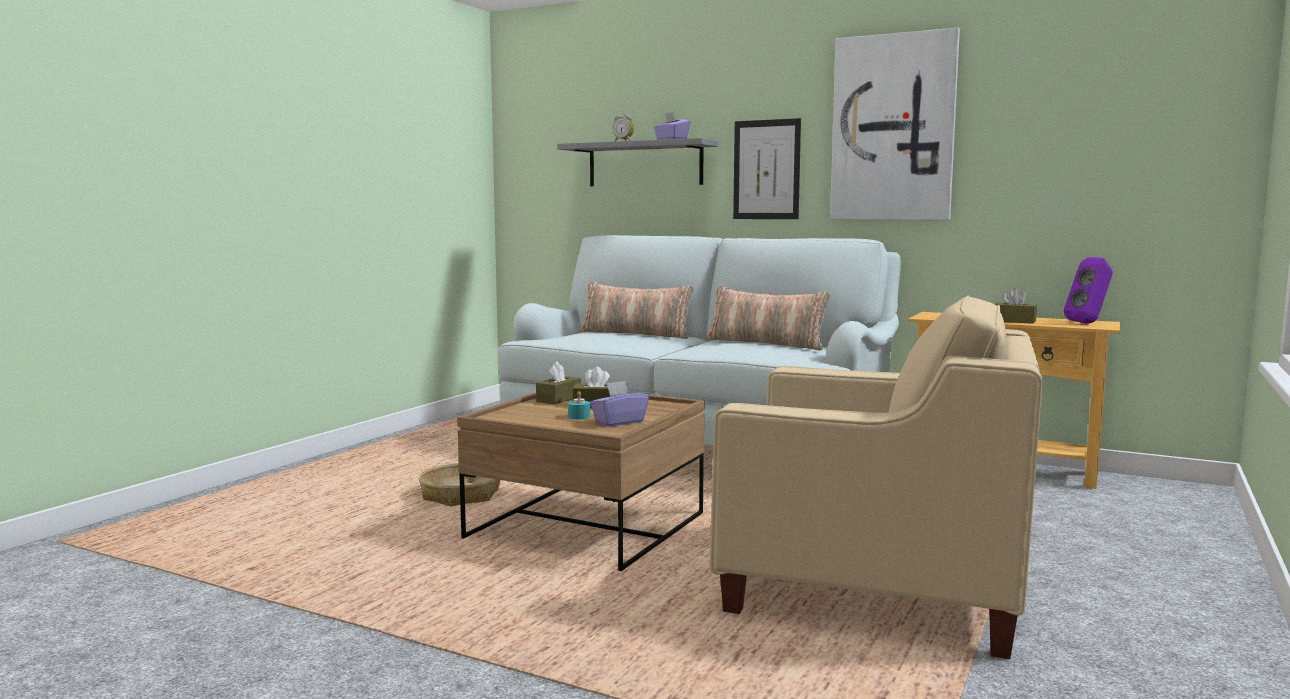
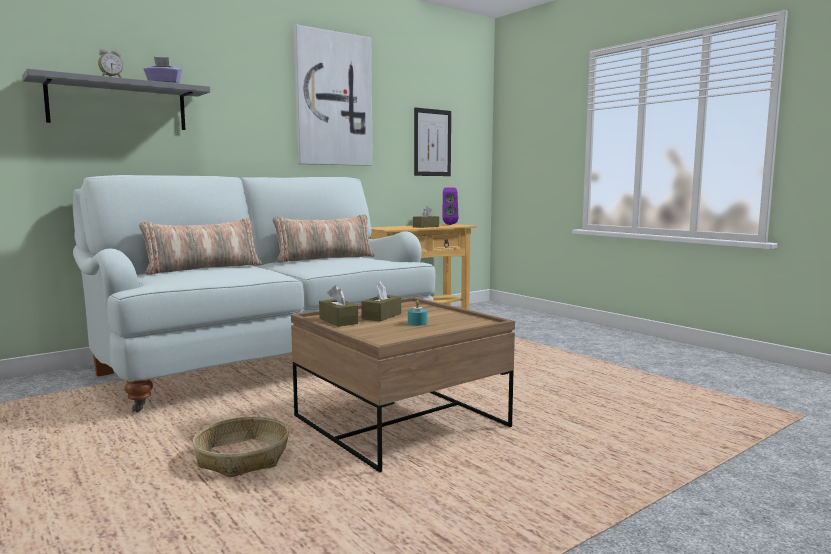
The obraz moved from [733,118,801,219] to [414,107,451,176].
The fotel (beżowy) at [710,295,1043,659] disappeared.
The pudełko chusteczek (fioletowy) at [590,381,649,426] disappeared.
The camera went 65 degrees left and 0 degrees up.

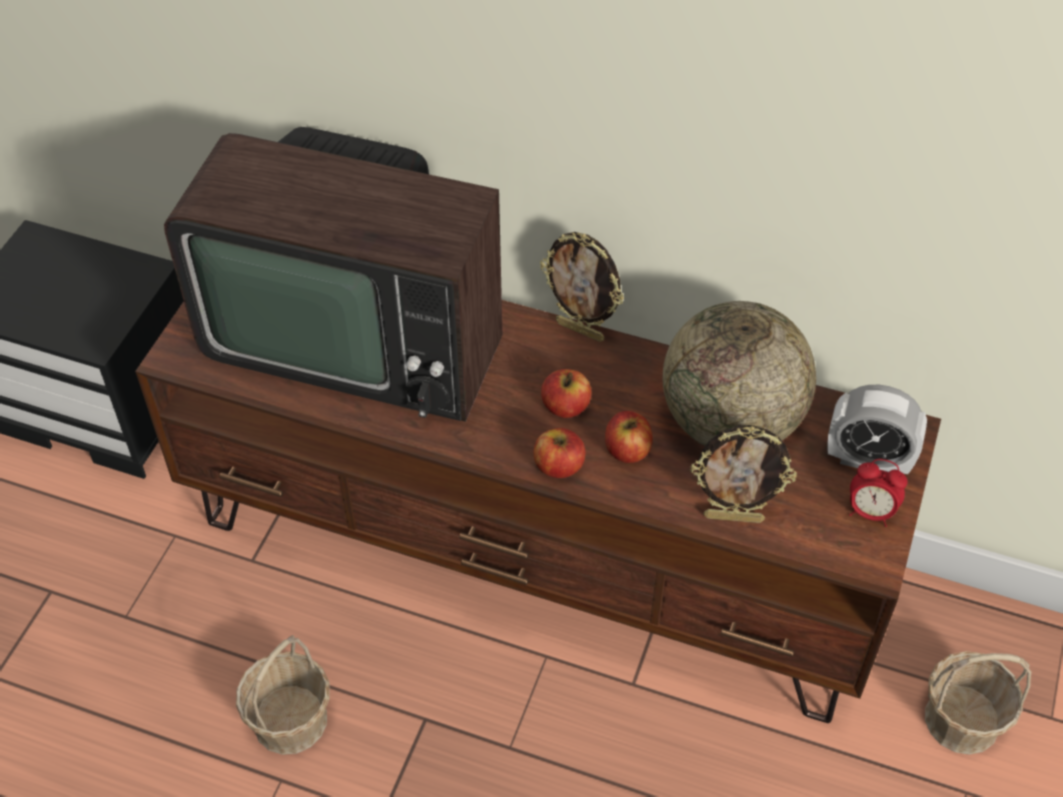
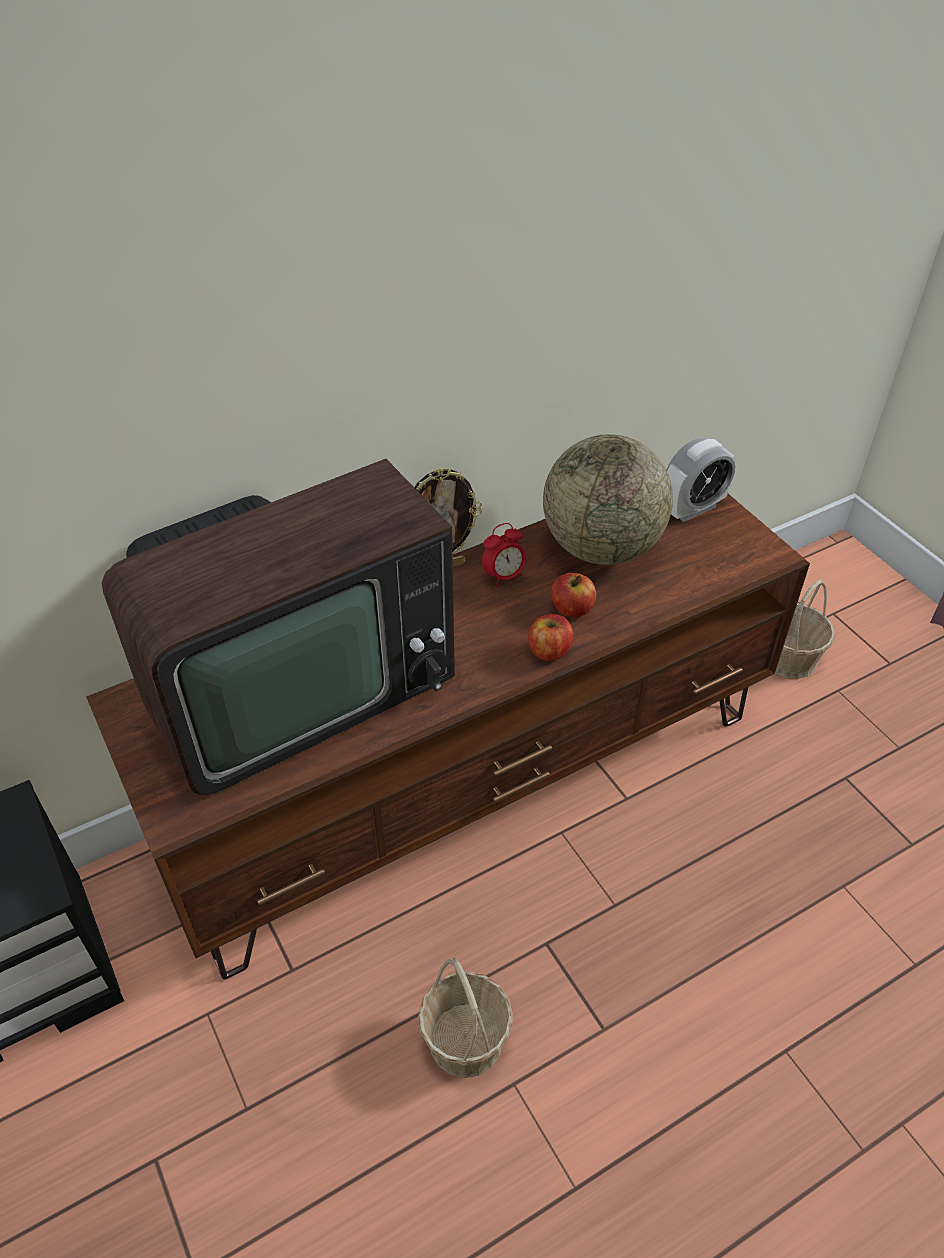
The jabłko at [541,369,592,418] disappeared.
The ramka na zdjęcie at [690,425,797,523] disappeared.
The budzik moved from [849,459,908,527] to [482,523,526,587].
The camera went 50 degrees left and 5 degrees down.

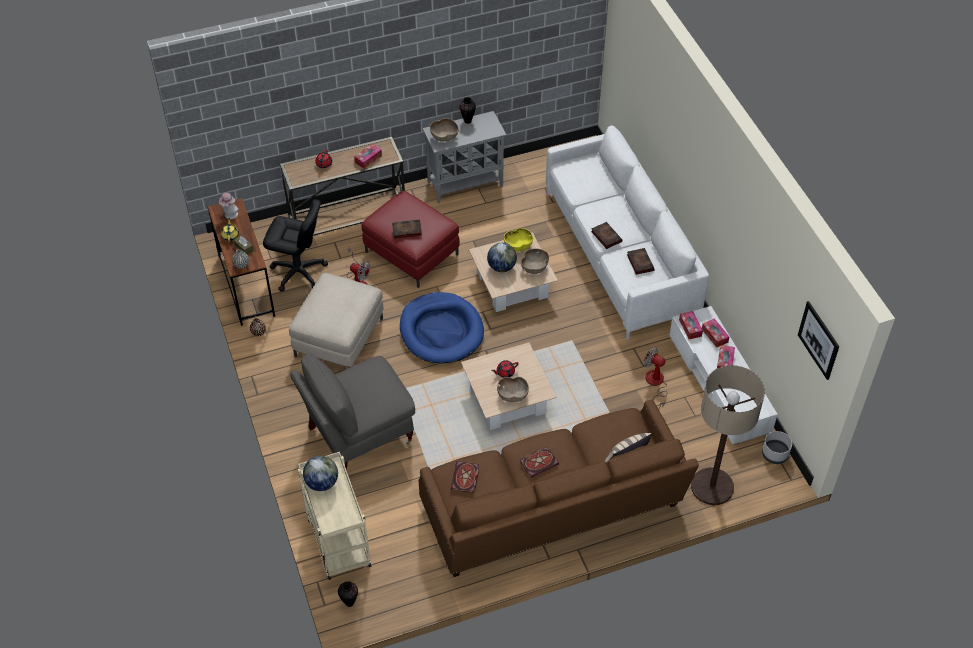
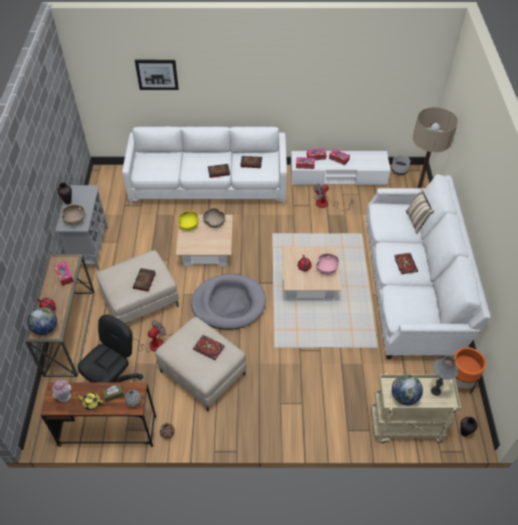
The pufa (czerwony) at [362,191,460,288] became the pufa (beżowy) at [96,250,179,324].
The globus moved from [487,243,517,272] to [27,307,57,335].
The legowisko (niebieski) at [400,292,484,363] became the legowisko (szary) at [191,274,266,330].
The obraz moved from [798,301,839,380] to [135,60,179,90].
The fotel (szary) at [290,353,415,469] disappeared.
The miska (brązowy) at [497,377,529,402] became the miska (różowy) at [316,253,339,275].
The kanapa (brązowy) at [418,400,699,577] became the kanapa (biały) at [366,174,491,359].
The książka moved from [451,461,479,493] to [193,335,225,360].
The donica (pomarańczowy) at [450,347,486,394] appeared.
The lampa stołowa (szary) at [431,355,458,396] appeared.
The camera went 70 degrees left and 0 degrees up.

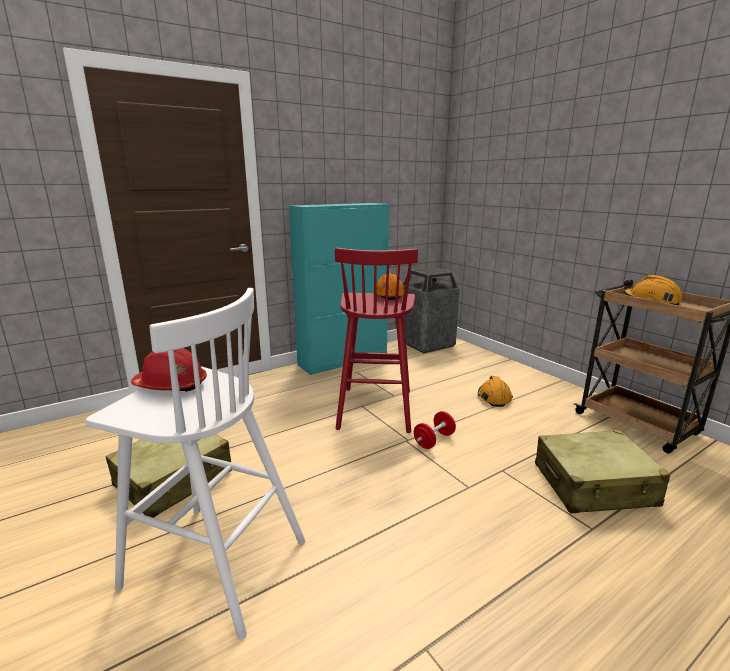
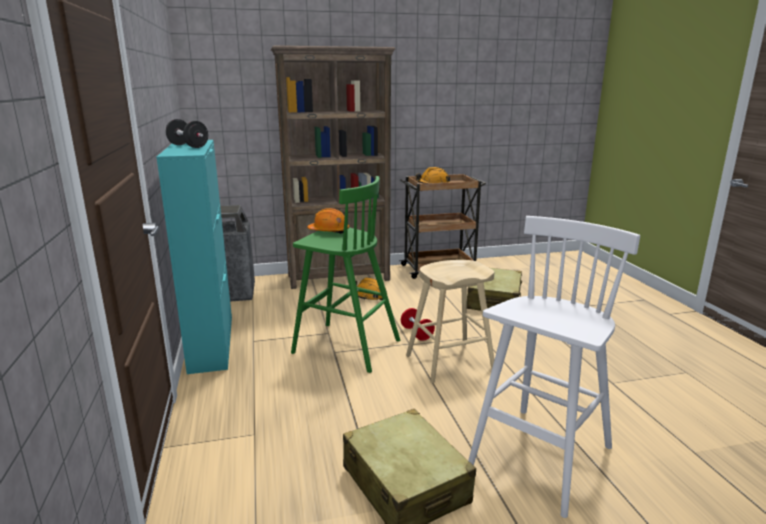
The stołek (czerwony) at [335,248,418,433] became the stołek (zielony) at [291,176,400,373].
The kask (czerwony) at [131,348,207,392] disappeared.
The regał (brązowy) at [271,45,395,289] appeared.
The hantel (czarny) at [165,119,208,148] appeared.
The stołek (beżowy) at [406,260,494,383] appeared.
The camera went 70 degrees left and 0 degrees up.

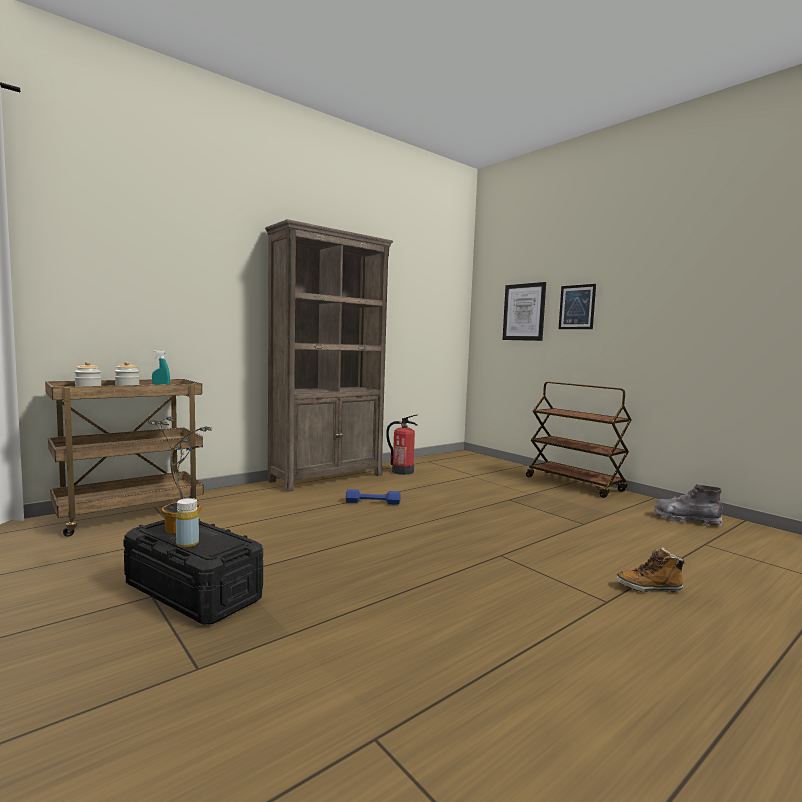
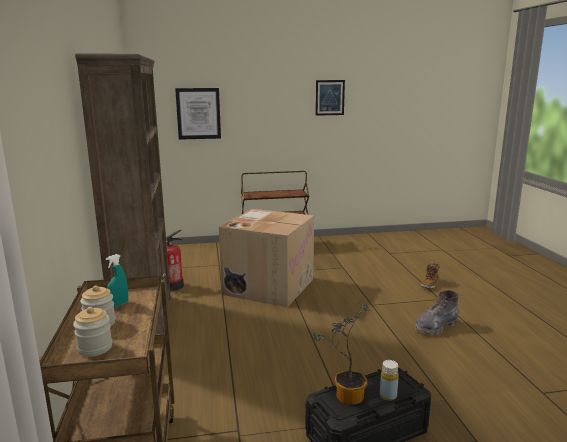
The obraz moved from [559,284,596,329] to [315,80,345,116].
The but z cholewką (szary) moved from [653,484,723,527] to [415,290,459,335].
The hantel (niebieski) at [346,489,401,505] disappeared.
The karton at [219,209,314,307] appeared.
The camera went 60 degrees left and 10 degrees up.

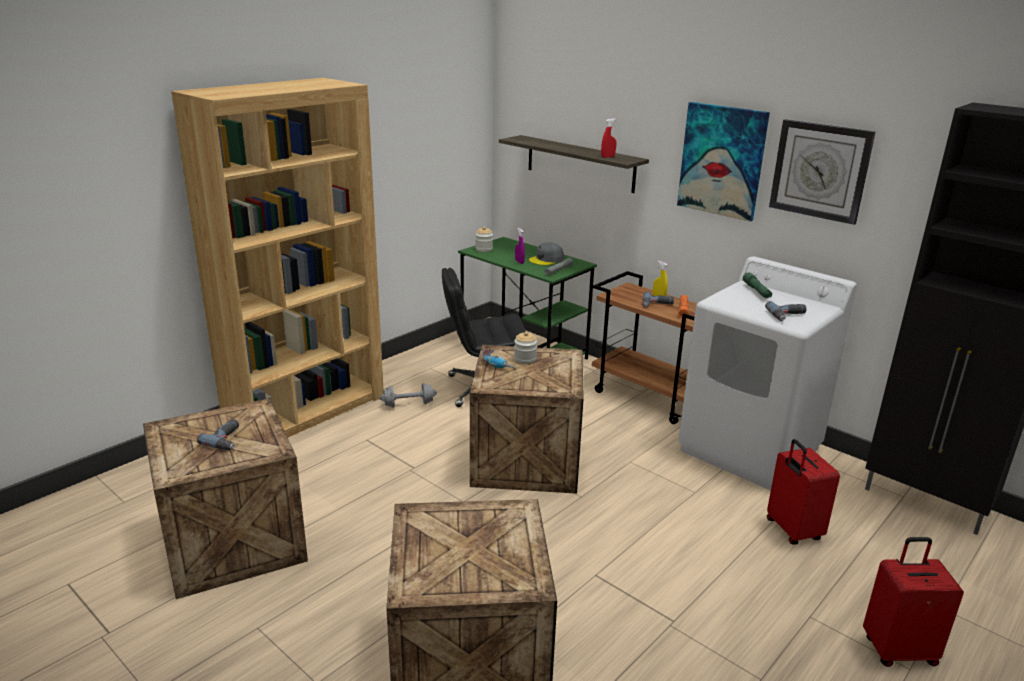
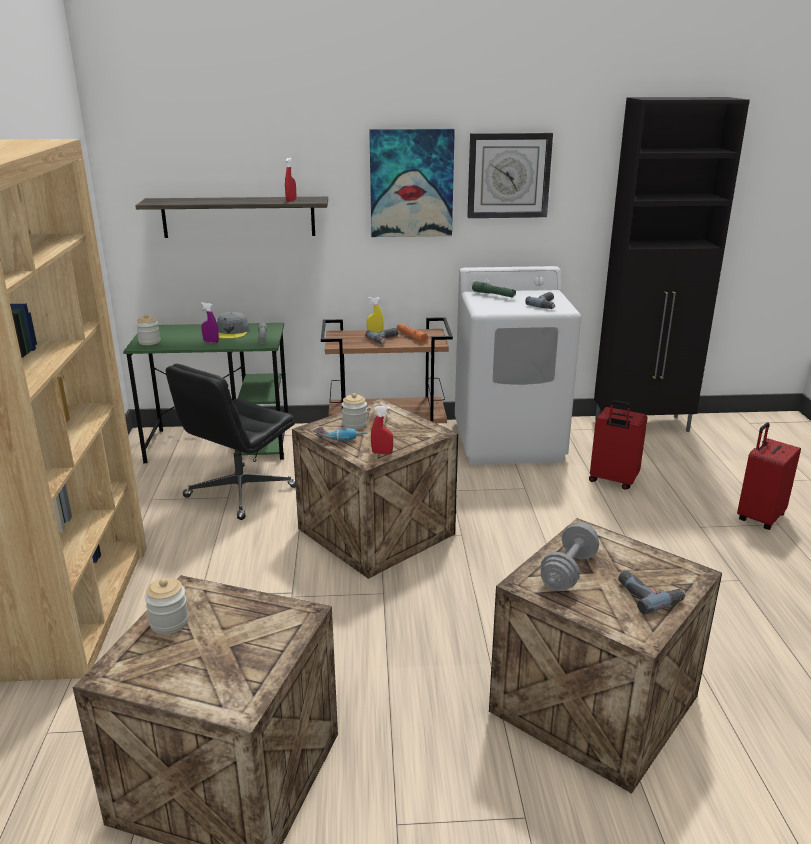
The hantel (szary) moved from [379,383,437,408] to [540,523,599,591].
The wiertarka moved from [197,419,239,450] to [618,570,685,614].
The spryskiwacz (czerwony) at [371,406,393,454] appeared.
The słoik at [145,578,189,634] appeared.
The camera went 45 degrees left and 0 degrees up.

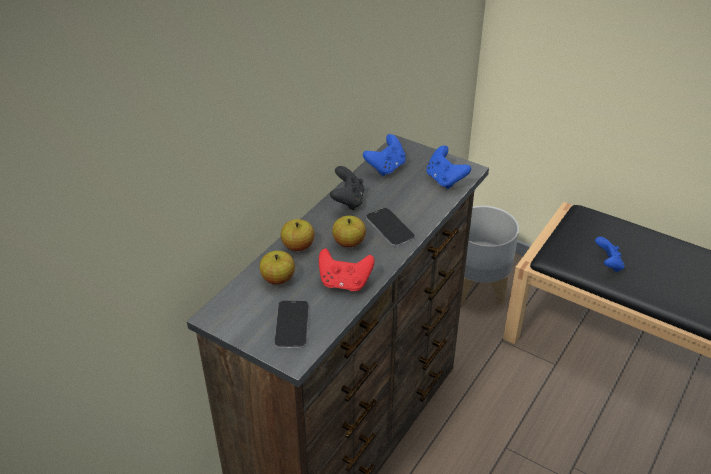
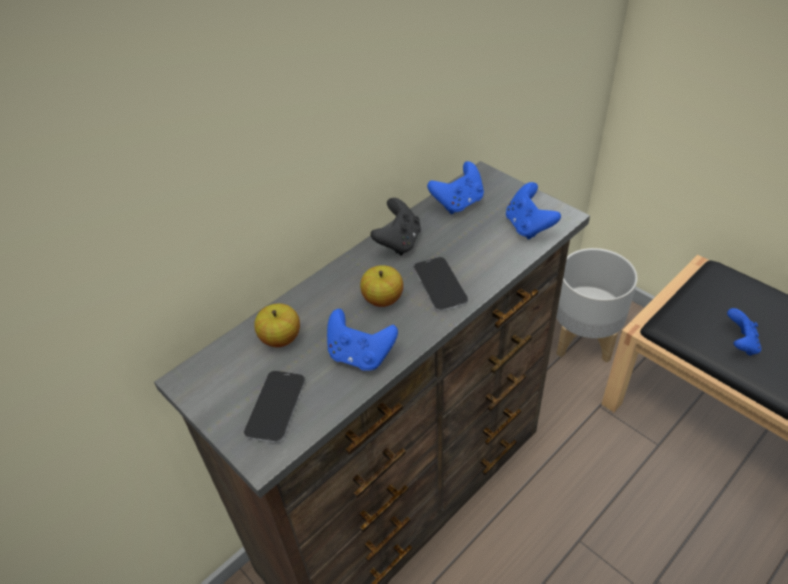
The jabłko at [281,219,315,251] disappeared.
The pad do gier (czerwony) at [319,248,375,291] became the pad do gier (niebieski) at [327,309,398,371].
The camera went 15 degrees right and 5 degrees up.

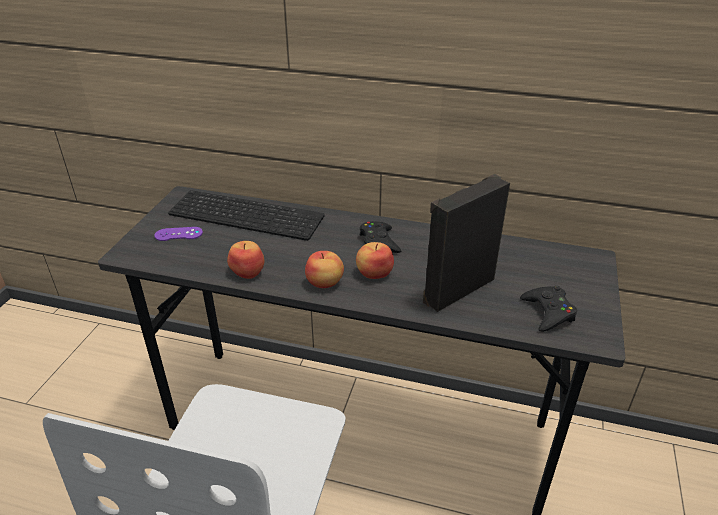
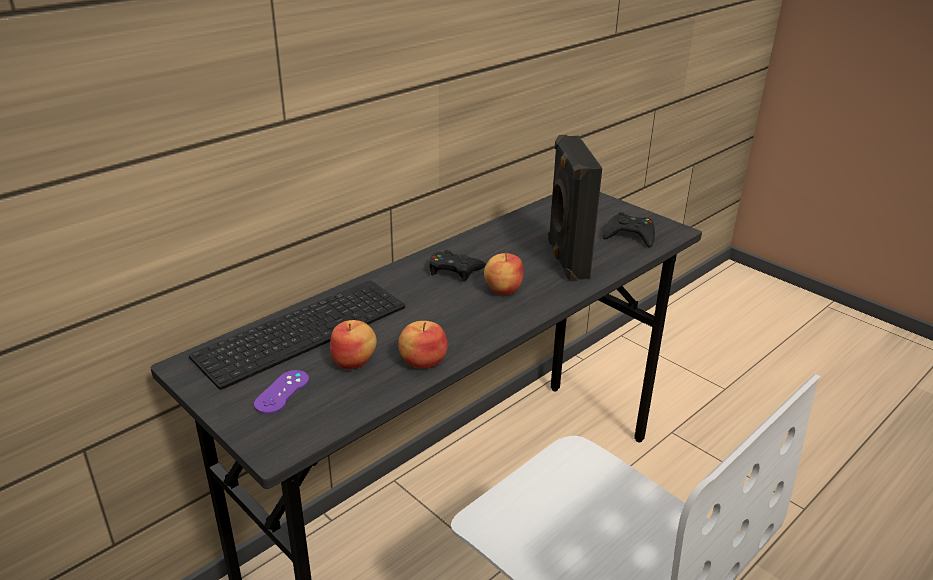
The jabłko moved from [305,251,344,288] to [330,320,377,369].
The camera went 60 degrees left and 5 degrees down.

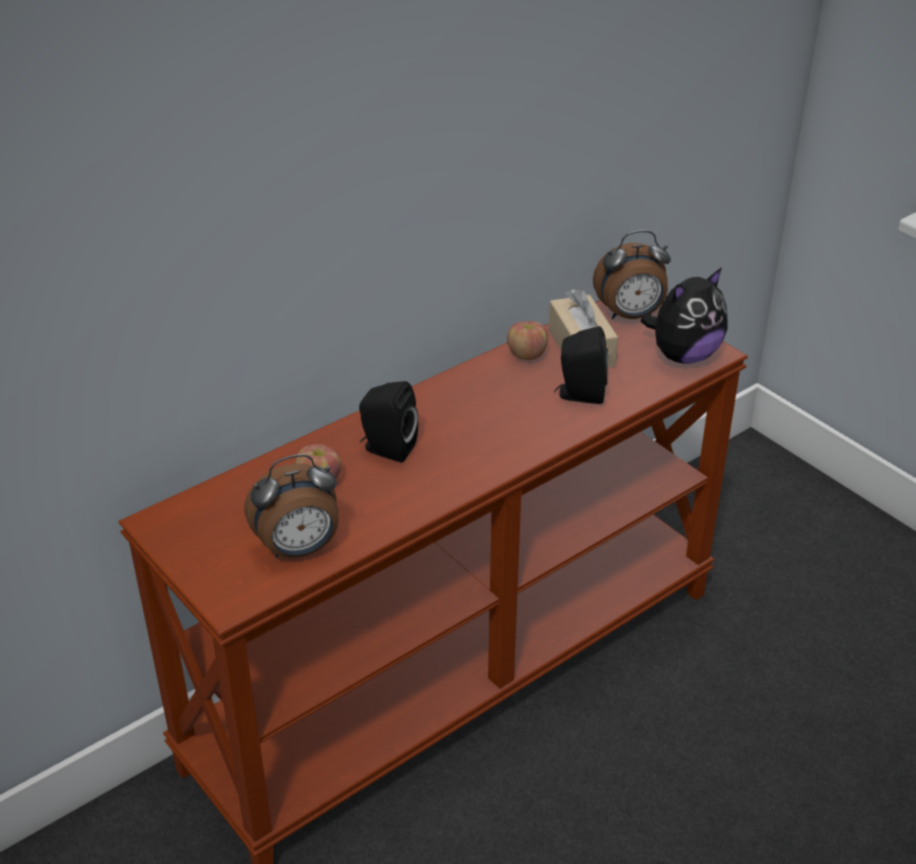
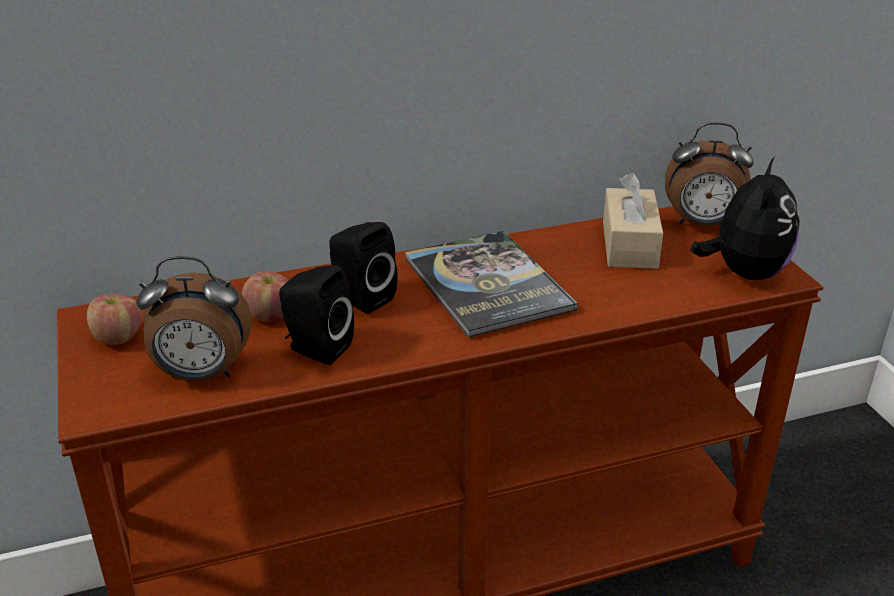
The pluszak at [641,267,728,364] turned 60 degrees counterclockwise.
The jabłko moved from [507,321,548,360] to [87,294,142,345].
The głośnik (czarny) moved from [554,326,608,404] to [279,265,354,365].
The książka at [405,231,578,338] appeared.
The camera went 20 degrees right and 5 degrees down.

